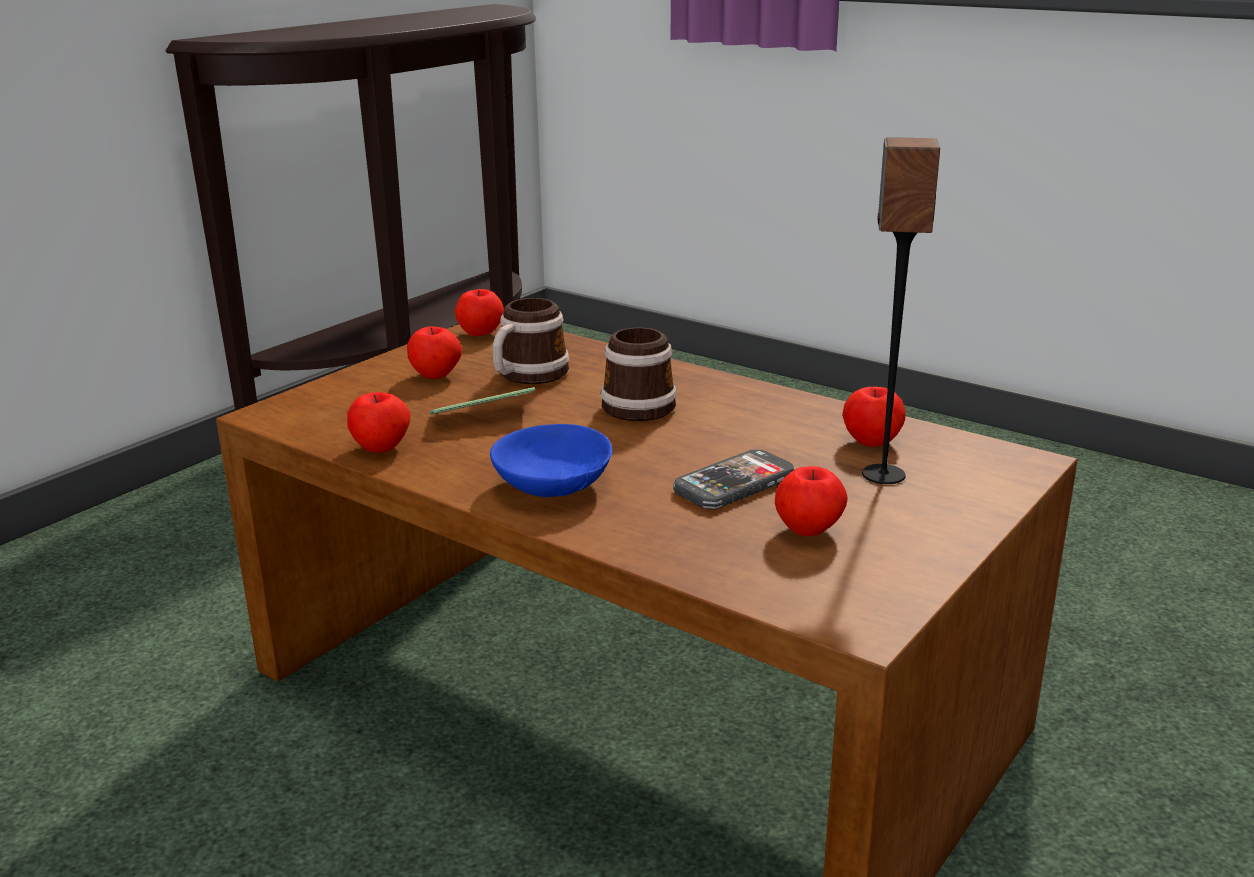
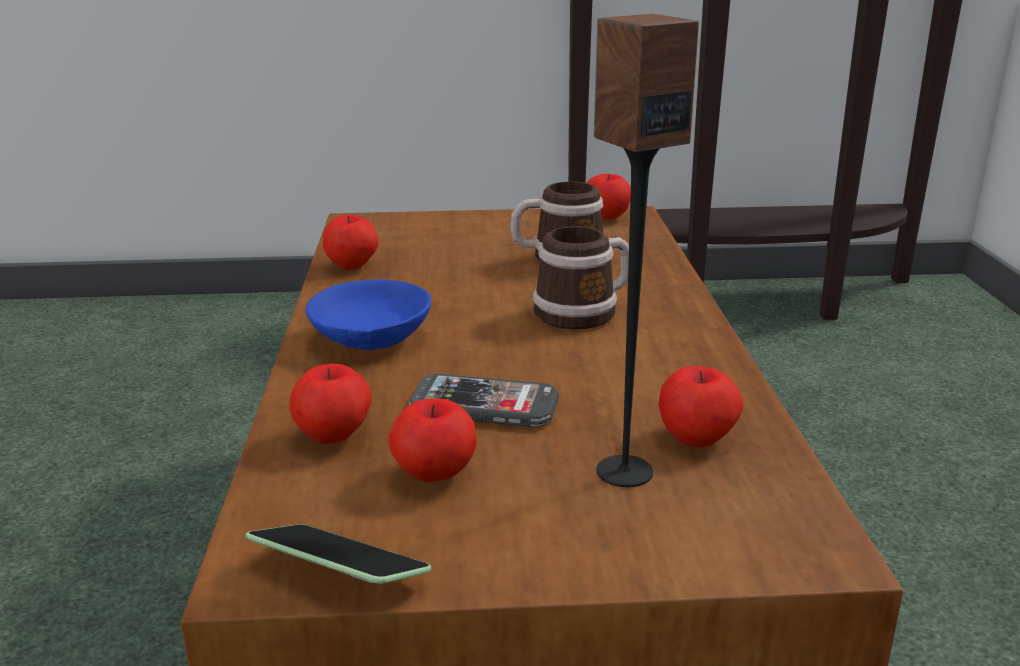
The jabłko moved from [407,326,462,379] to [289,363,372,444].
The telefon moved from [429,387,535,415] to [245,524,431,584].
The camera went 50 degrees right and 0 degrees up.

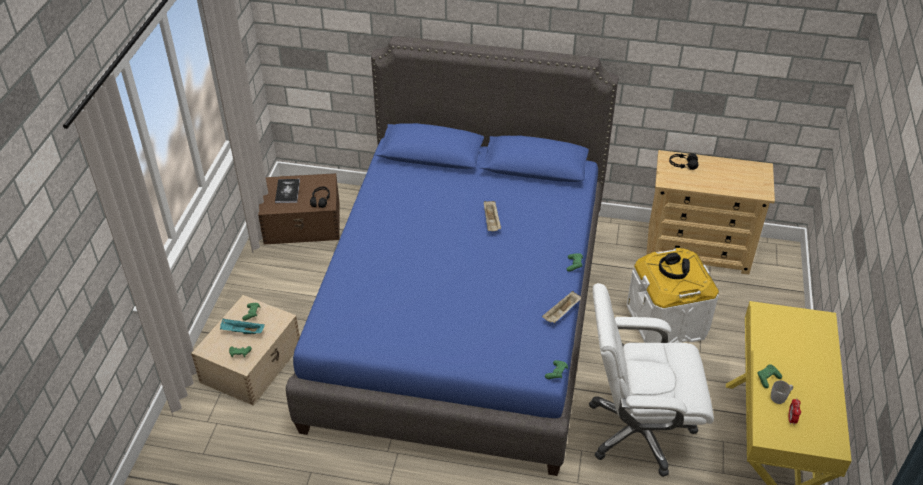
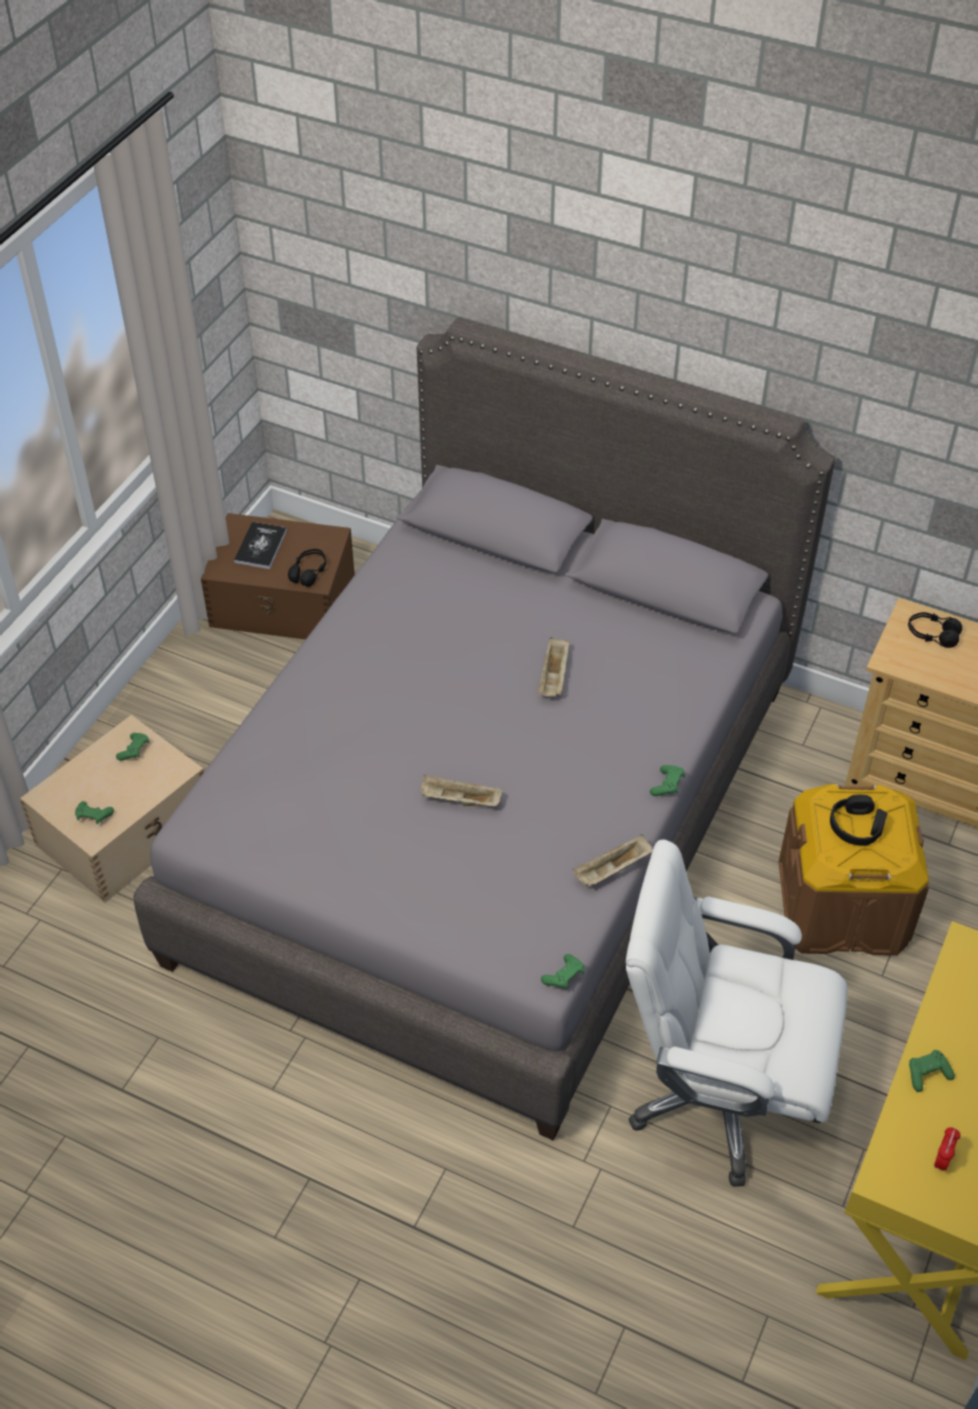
The łóżko (niebieski) at [286,36,619,476] became the łóżko (szary) at [133,318,835,1140].
The pojemnik do przechowywania (biały) at [627,248,719,343] became the pojemnik do przechowywania (brązowy) at [779,784,929,955].
The taca (turkusowy) at [220,319,265,334] disappeared.
The kubek (biały) at [771,381,793,404] disappeared.
The taca (beżowy) at [421,775,502,806] appeared.
The camera went 15 degrees right and 5 degrees up.

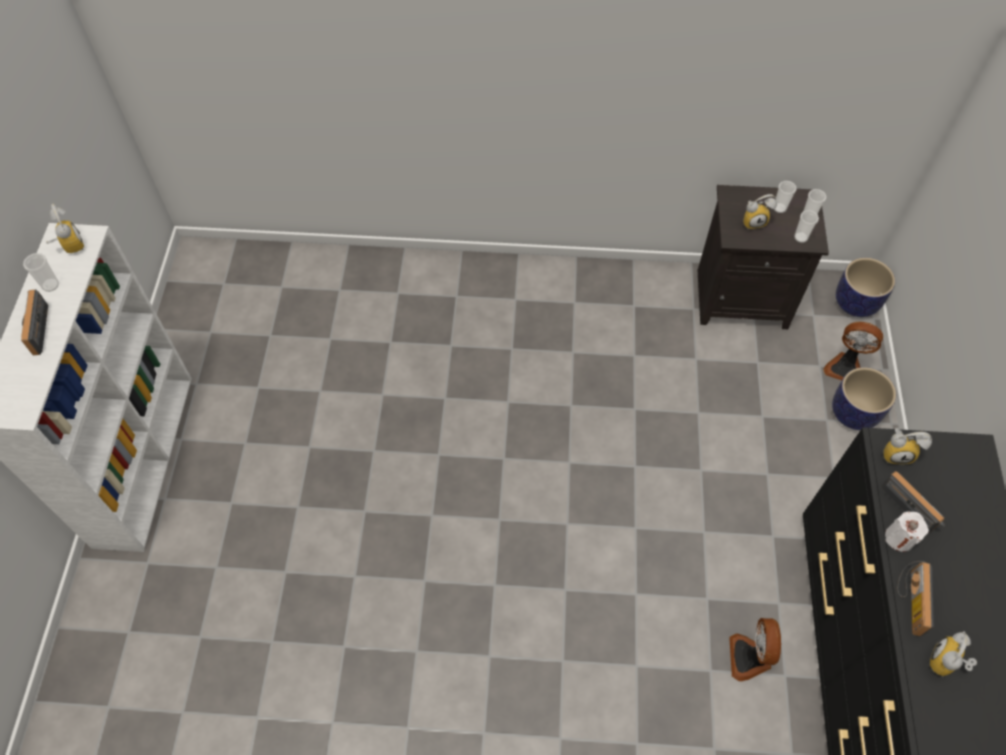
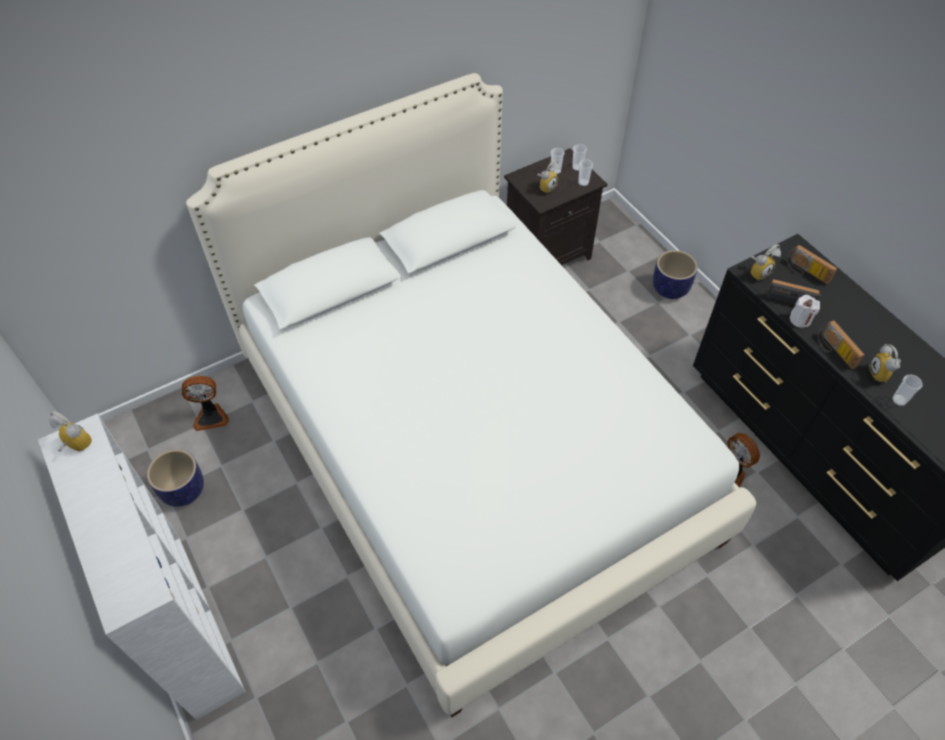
The filiżanka moved from [23,253,59,292] to [892,375,923,406].
The donica moved from [836,258,895,317] to [147,449,204,507].
The radio moved from [21,289,48,355] to [787,245,837,284].
The wentylator moved from [823,322,883,380] to [182,376,229,431].
The łóżko (biały) at [186,73,756,717] appeared.
The camera went 35 degrees left and 5 degrees down.

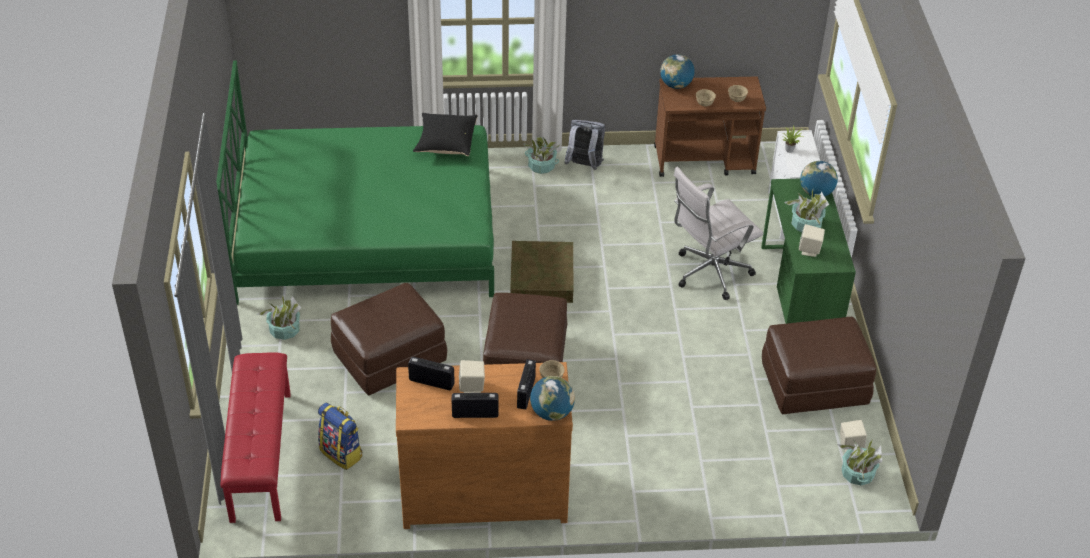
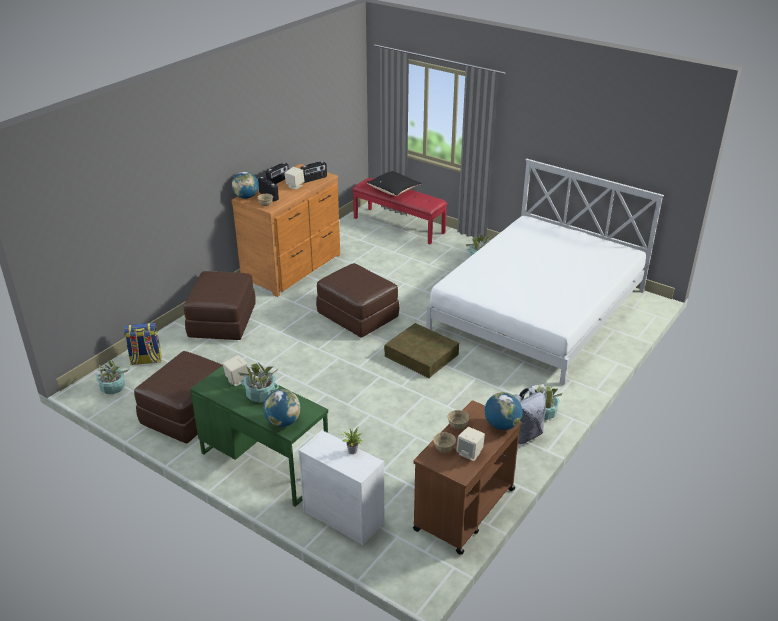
The łóżko (zielony) at [216,60,494,305] became the łóżko (biały) at [426,159,664,385].
The poduszka (czarny) moved from [413,113,478,156] to [367,171,422,196].
The krzesło biurowe (biały) at [674,166,764,300] disappeared.
The pufa (brązowy) moved from [331,283,447,396] to [184,271,256,340].
The plecak moved from [318,402,362,470] to [124,323,161,365].
The głośnik (beżowy) moved from [840,420,867,451] to [456,427,485,461].
The camera went 130 degrees right and 10 degrees down.

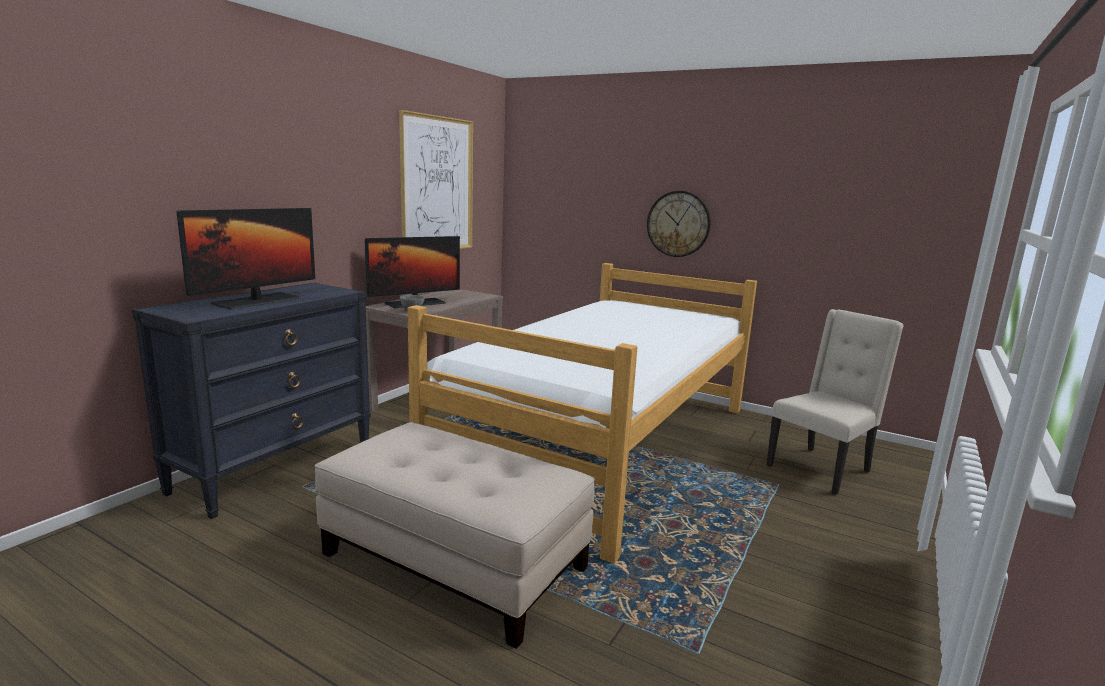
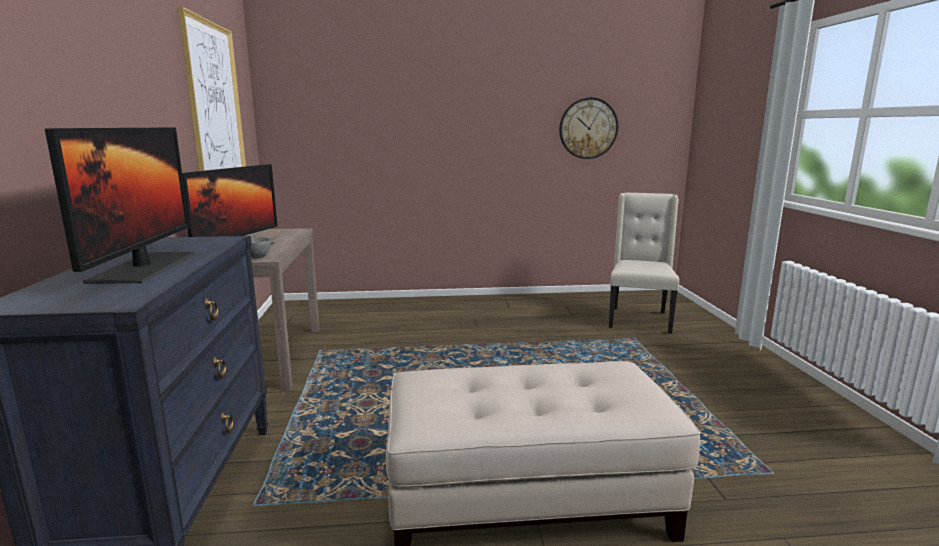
The zegar ścienny moved from [647,191,711,257] to [559,97,618,159].
The łóżko at [407,263,757,564] disappeared.
The camera went 35 degrees left and 0 degrees up.

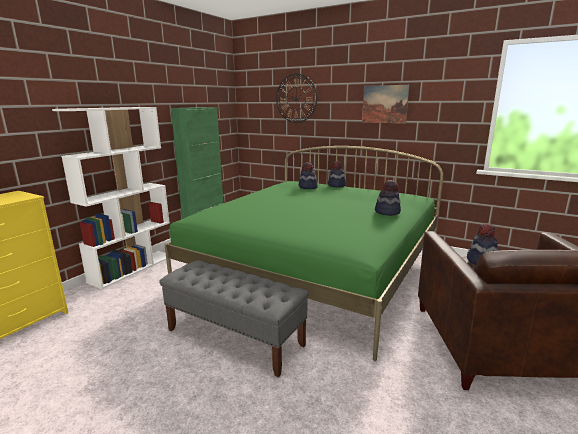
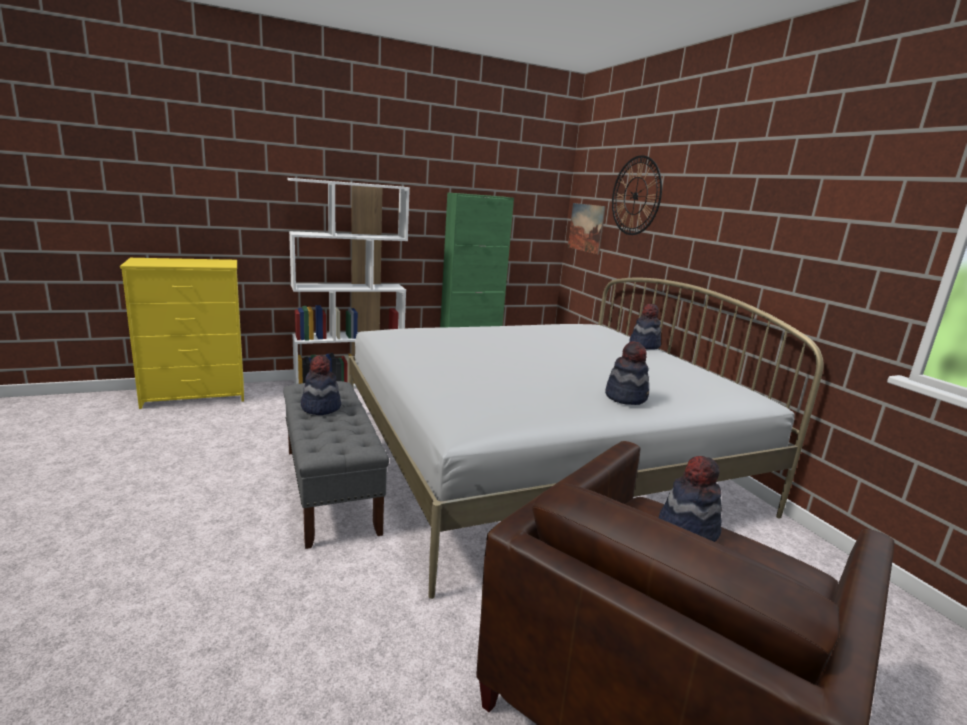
The obraz moved from [362,85,409,123] to [568,203,606,255].
The łóżko (zielony) at [165,146,443,361] became the łóżko (biały) at [349,278,824,599].
The kapelusz moved from [299,162,318,189] to [301,355,341,415].
The camera went 35 degrees right and 0 degrees up.

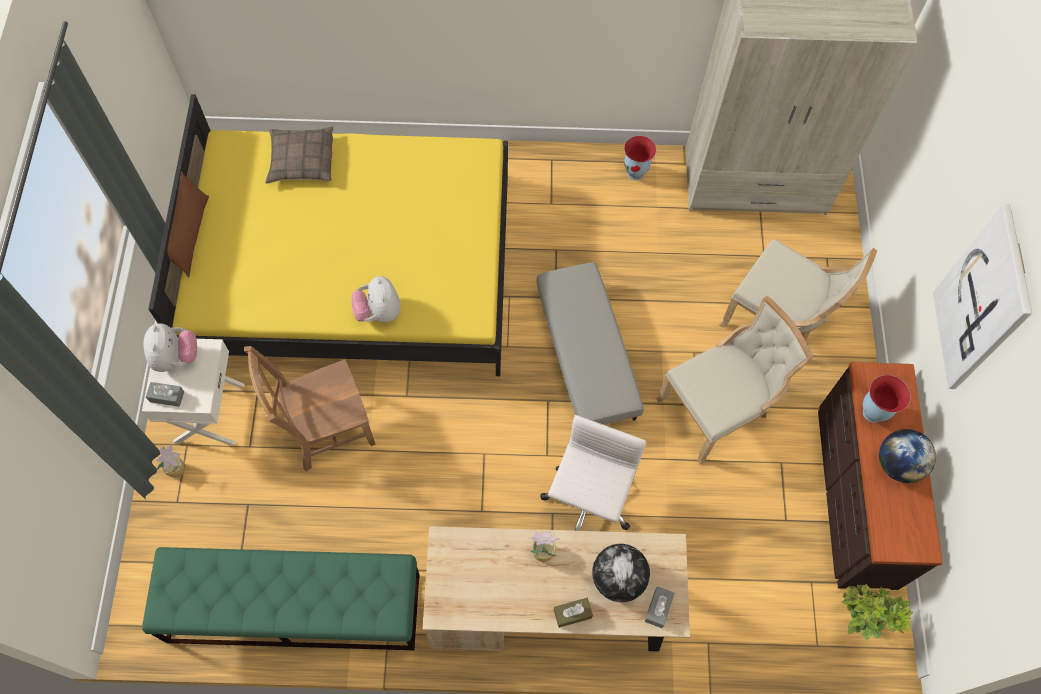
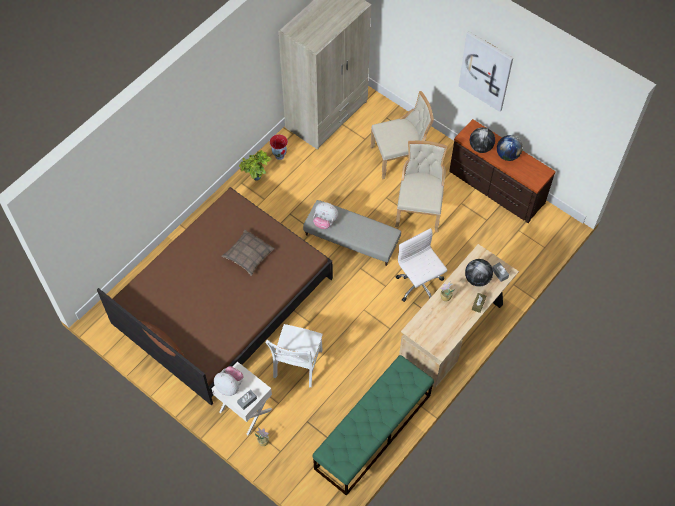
The łóżko (żółty) at [148,94,508,376] became the łóżko (brązowy) at [97,187,333,406].
The poduszka moved from [265,127,334,183] to [222,230,275,276].
The pluszak moved from [351,276,400,322] to [313,202,338,229].
The krzesło (brązowy) at [244,346,375,472] became the krzesło (biały) at [265,324,323,387].
The wazon at [863,375,911,423] was replaced by the globus at [470,127,495,153].
The roślina doniczkowa moved from [842,584,913,641] to [239,150,272,181].
The camera went 50 degrees left and 5 degrees down.

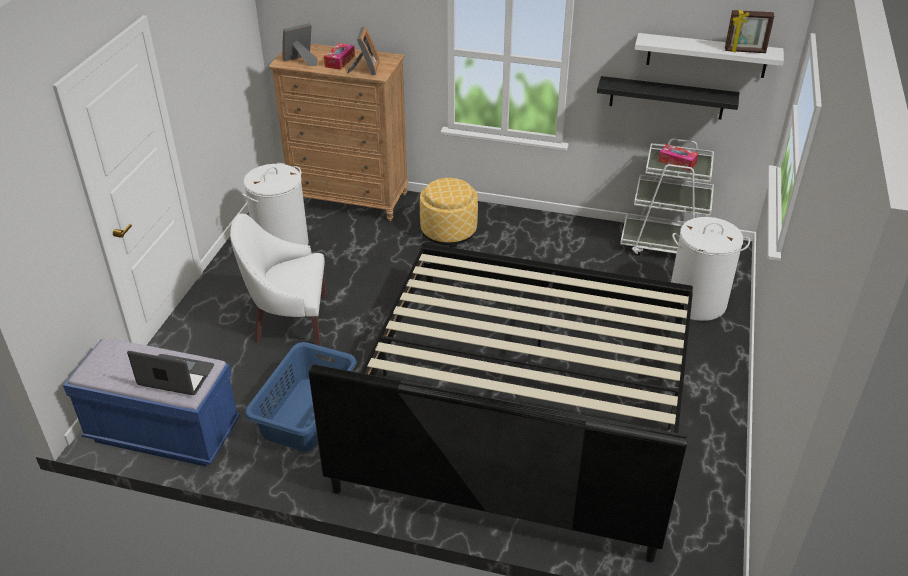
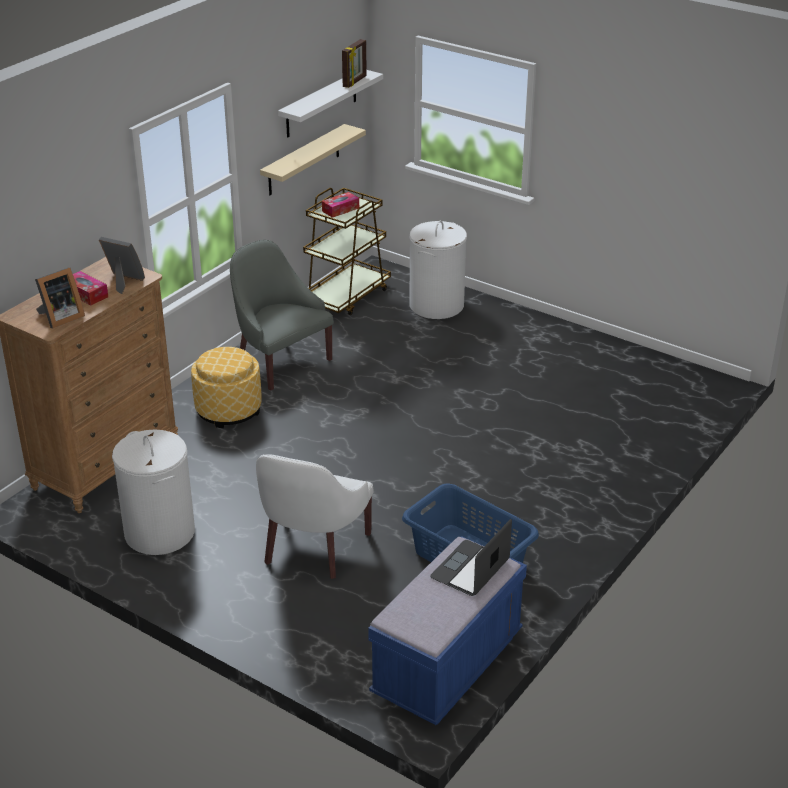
The ramka na zdjęcie at [282,23,317,66] turned 120 degrees counterclockwise.
The półka (czarny) at [597,76,739,120] became the półka (beżowy) at [260,124,366,195].
The wózek (biały) at [620,139,714,256] became the wózek (brązowy) at [303,188,391,315].
The łóżko at [309,243,693,562] disappeared.
The fotel (szary) at [230,240,334,391] appeared.
The camera went 70 degrees left and 5 degrees down.

